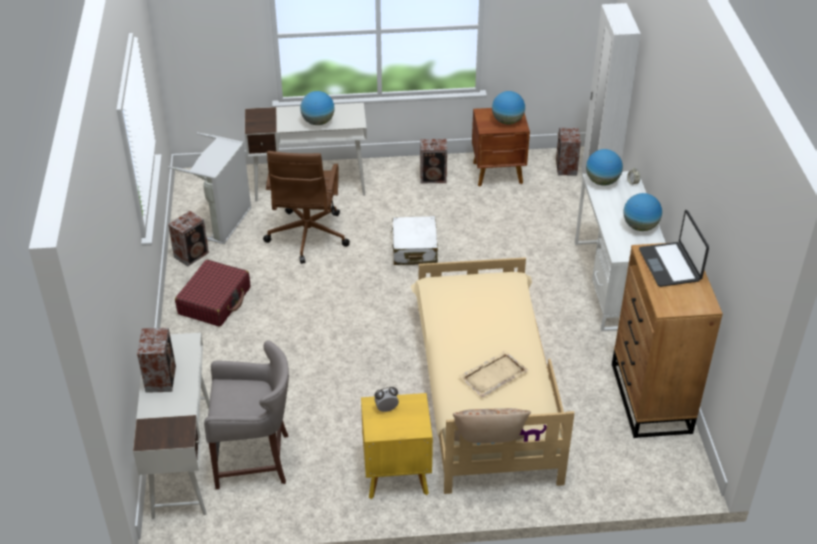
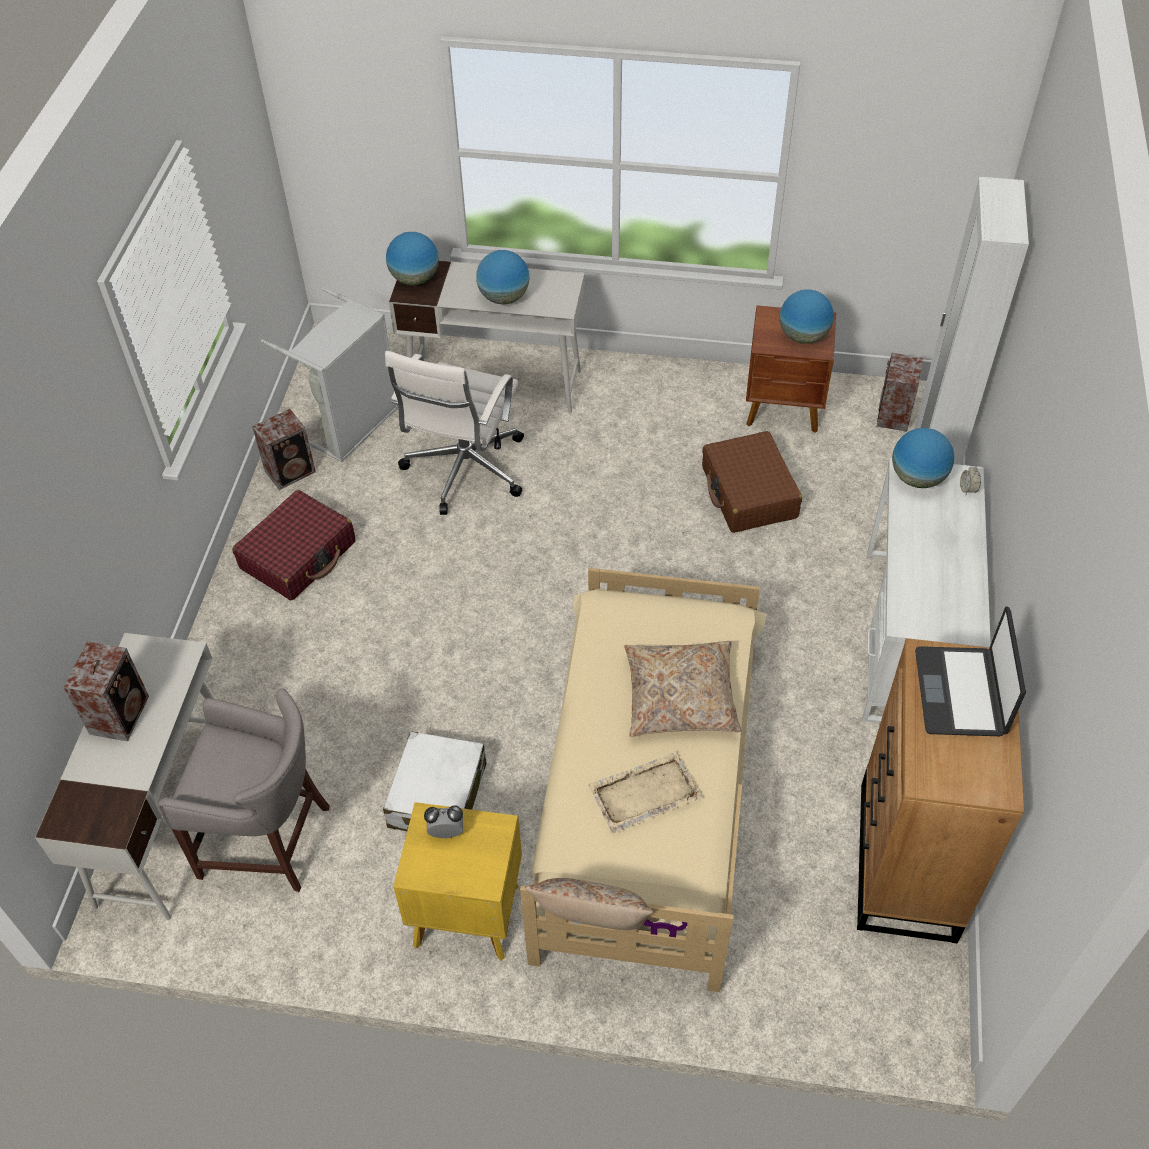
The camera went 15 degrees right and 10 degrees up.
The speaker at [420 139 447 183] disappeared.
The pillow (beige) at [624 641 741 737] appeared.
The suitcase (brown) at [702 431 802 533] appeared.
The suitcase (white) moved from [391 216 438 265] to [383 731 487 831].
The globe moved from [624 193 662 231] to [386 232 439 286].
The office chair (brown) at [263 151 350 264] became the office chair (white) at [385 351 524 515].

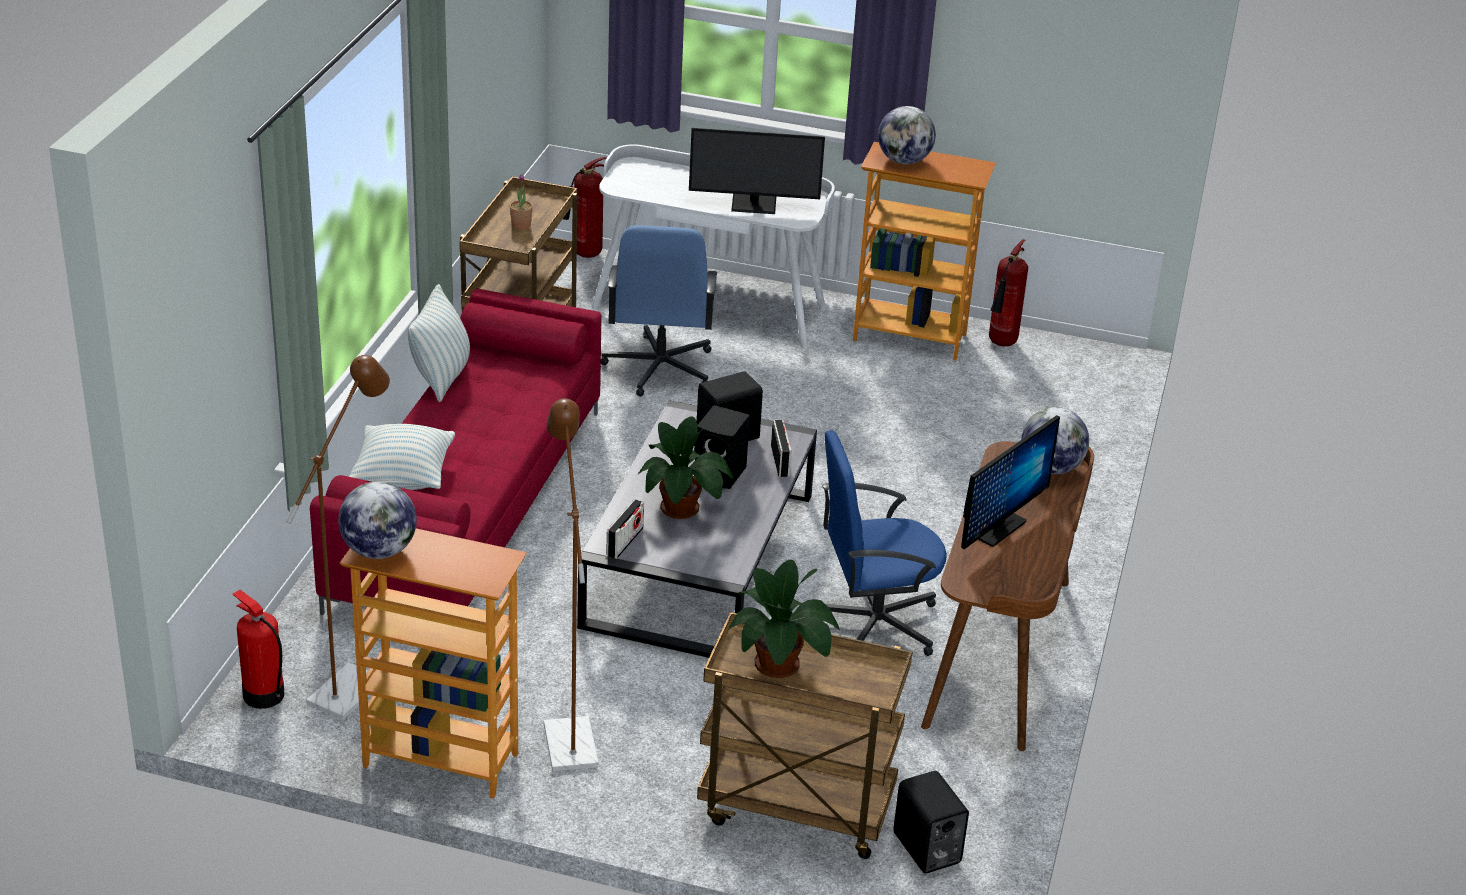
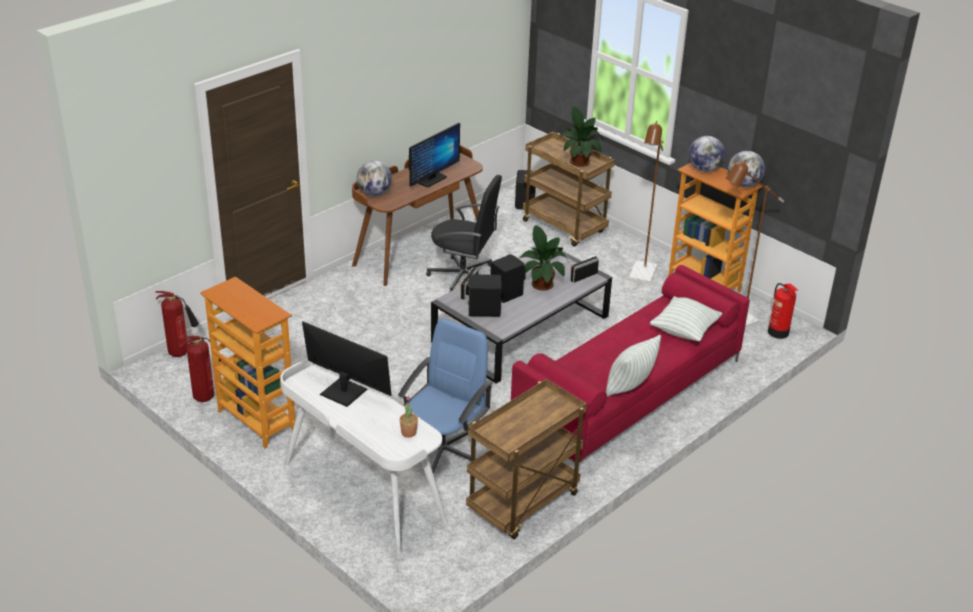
The camera went 150 degrees left and 0 degrees up.
The potted plant moved from [510 174 533 230] to [400 396 418 437].
The fire extinguisher moved from [563 157 606 258] to [155 291 199 357].
The globe moved from [878 106 936 164] to [689 136 725 172].
The office chair (blue) at [810 430 947 656] became the office chair (black) at [426 175 502 292].
The monitor at [961 415 1060 549] turned 150 degrees clockwise.

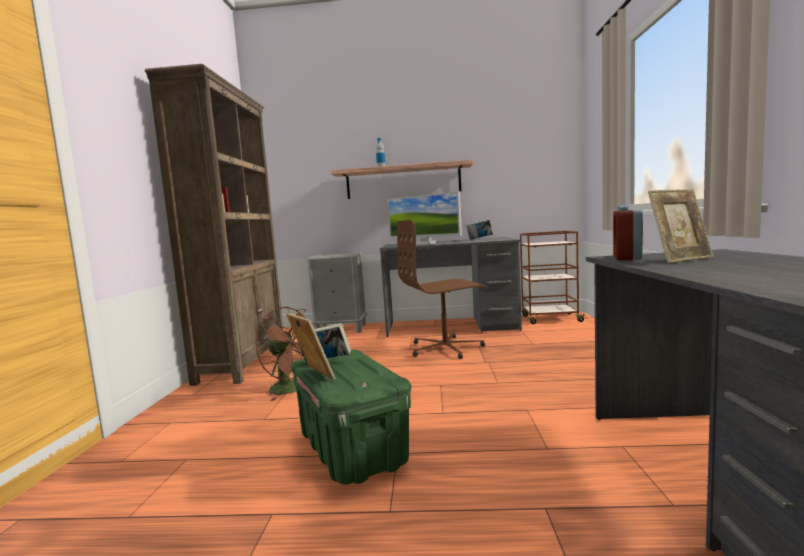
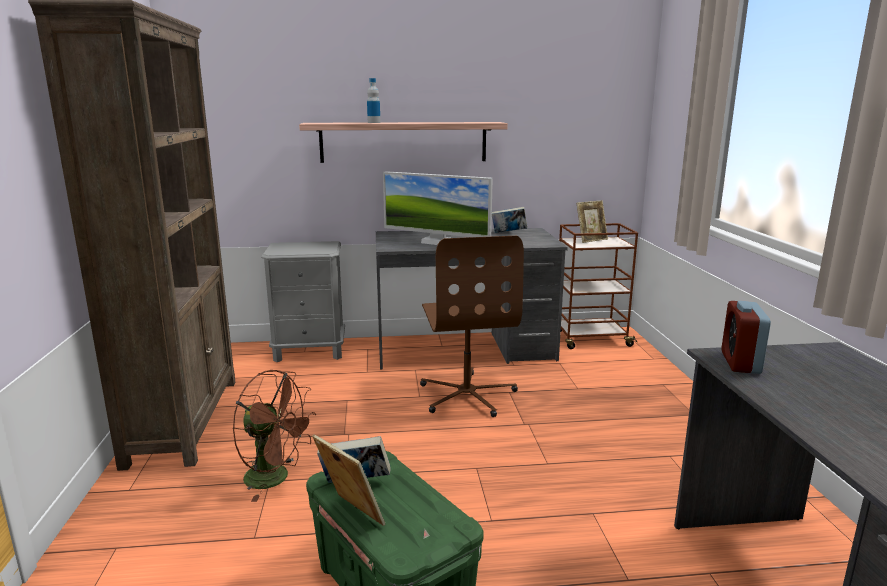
The camera went 10 degrees left and 10 degrees up.
The picture frame moved from [648 189 713 263] to [577 200 608 243].
The office chair (brown) at [397 220 487 359] turned 75 degrees counterclockwise.

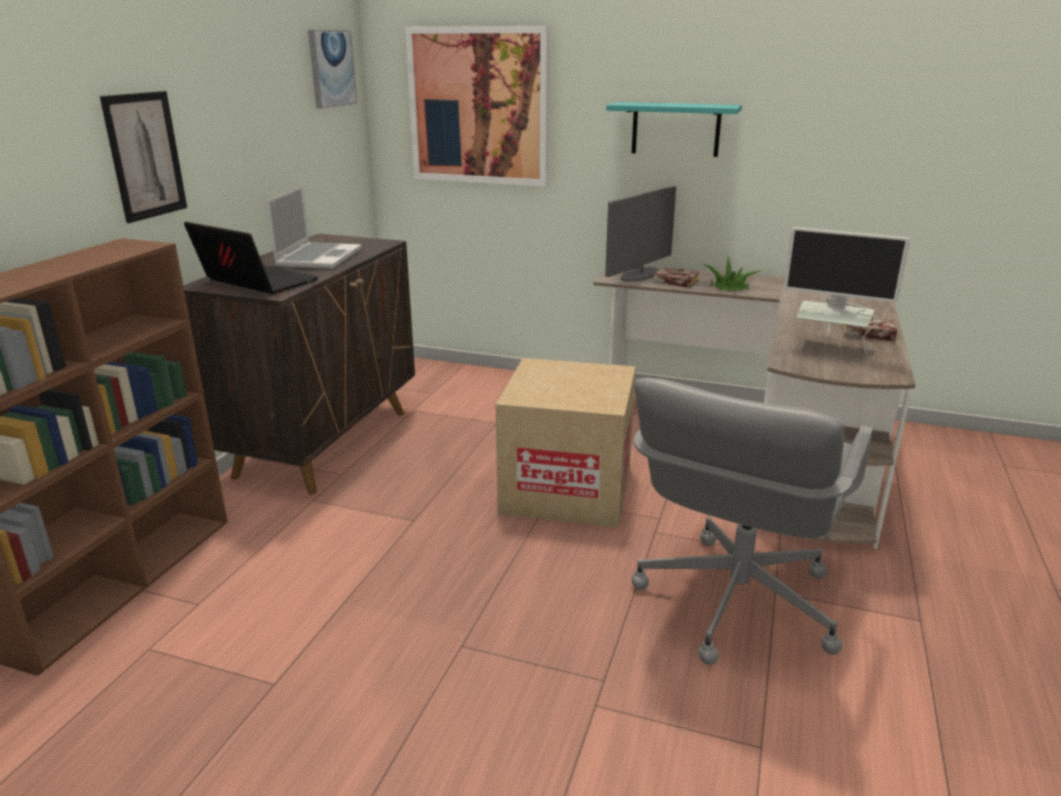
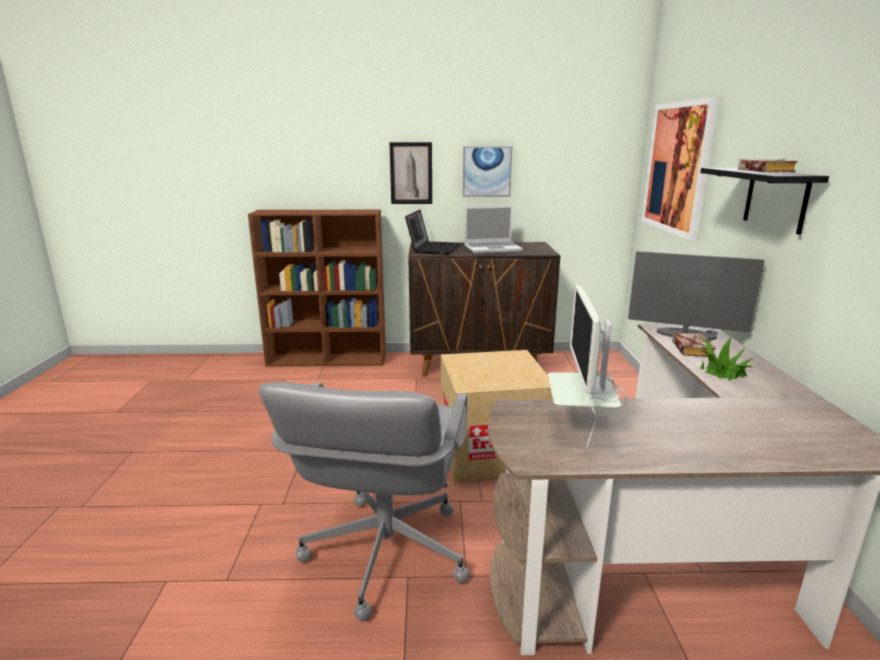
The camera went 70 degrees right and 5 degrees down.
The picture moved from [308 30 357 109] to [463 147 512 197].
The book moved from [842 318 897 341] to [738 159 797 172].
The shelf (turquoise) at [606 102 742 157] became the shelf (black) at [700 168 829 235].
The office chair (grey) at [632 378 874 665] turned 90 degrees counterclockwise.

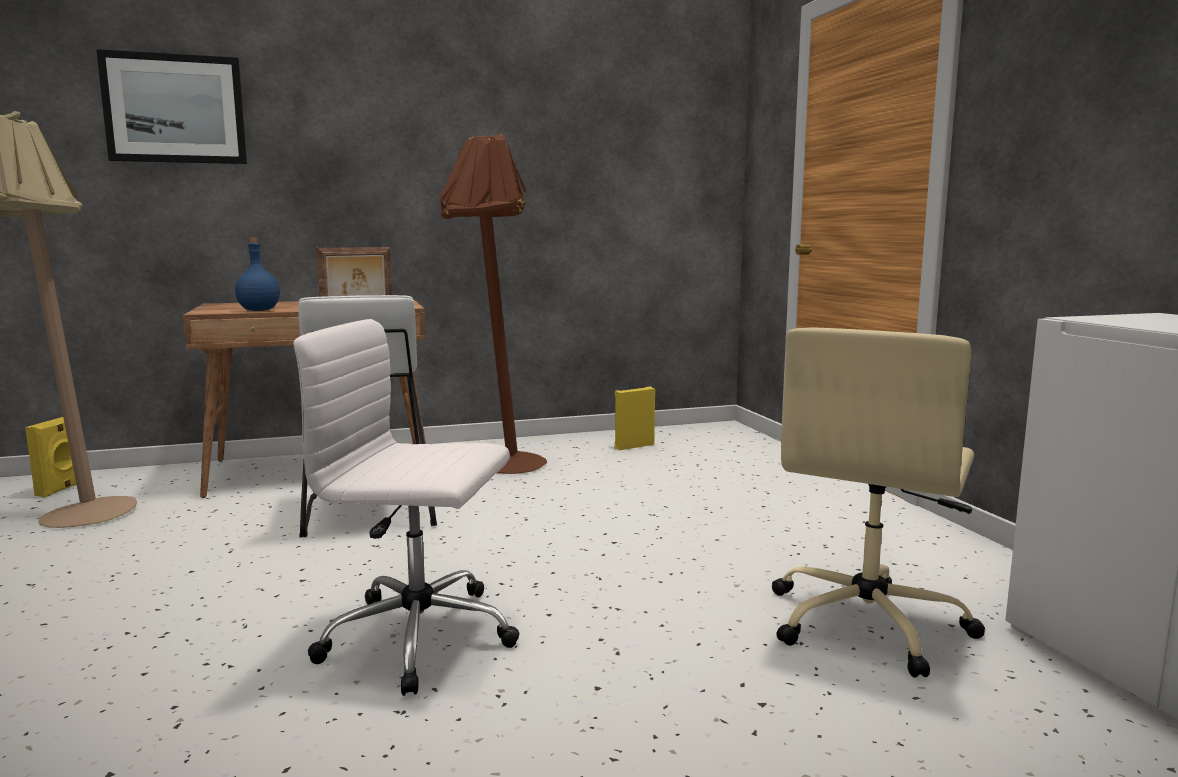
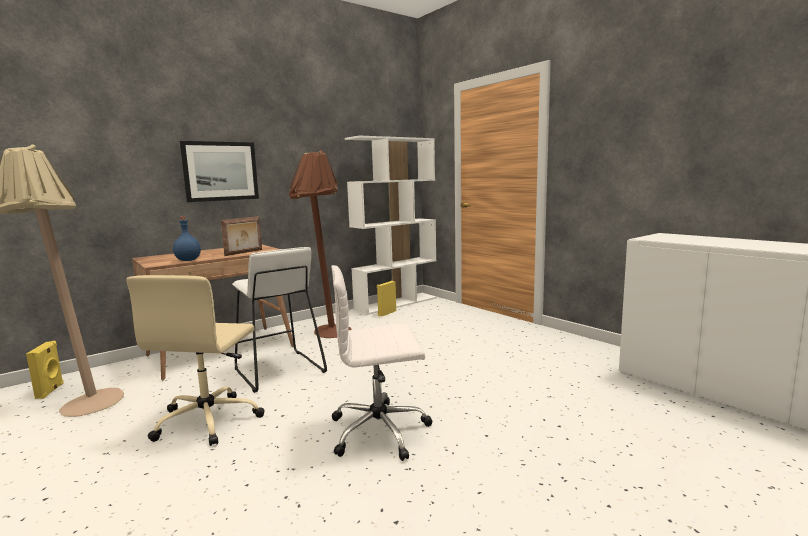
The camera went 20 degrees left and 0 degrees up.
The bookcase (white) at [345 135 437 315] appeared.
The picture moved from [96 49 247 164] to [180 141 259 202].
The office chair (beige) moved from [772 327 985 678] to [126 275 265 446].

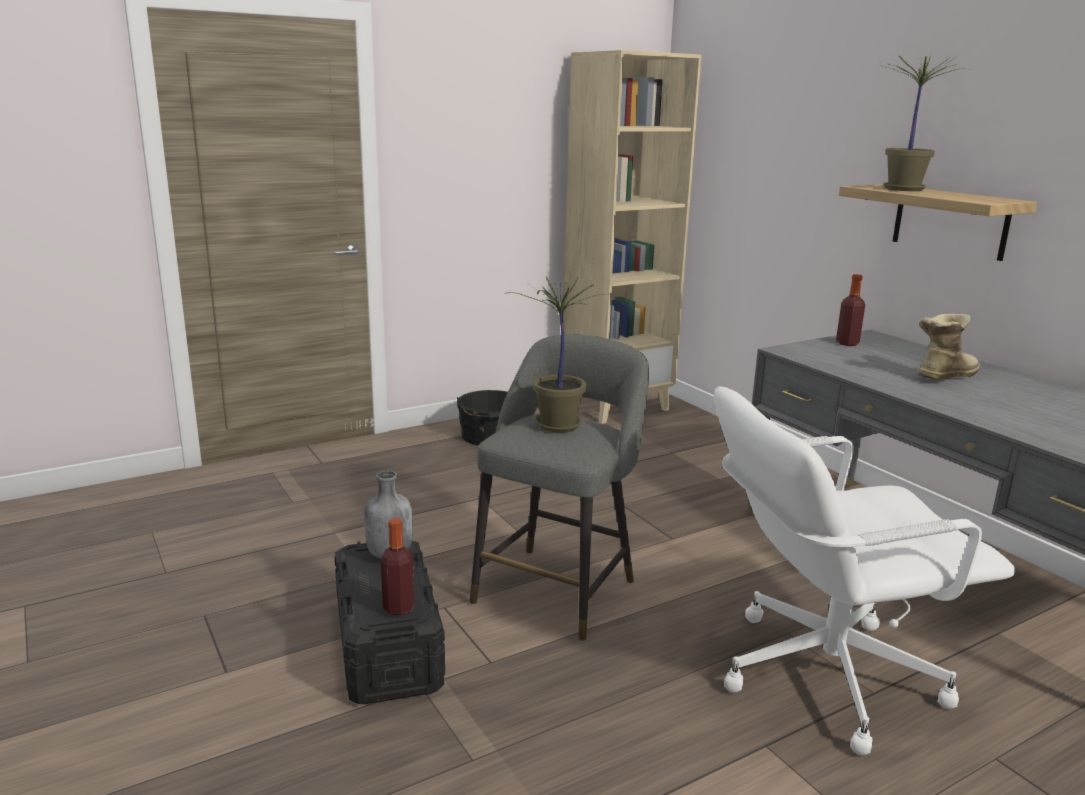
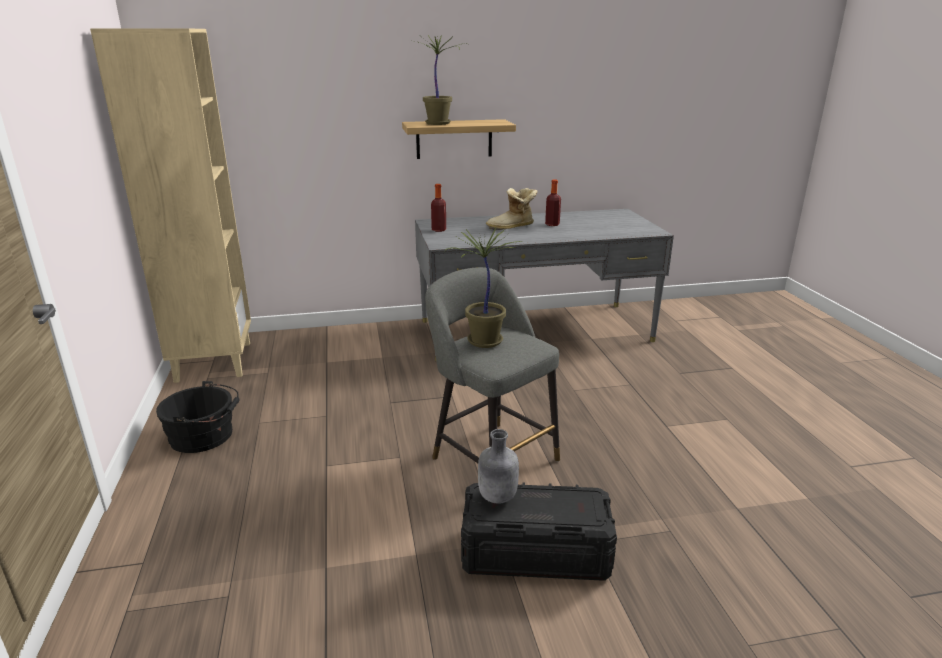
The camera went 70 degrees left and 5 degrees up.
The office chair (white) at [714 386 1015 755] disappeared.
The bottle moved from [381 518 414 615] to [545 179 561 226].
The boot at [918 314 981 380] turned 90 degrees counterclockwise.

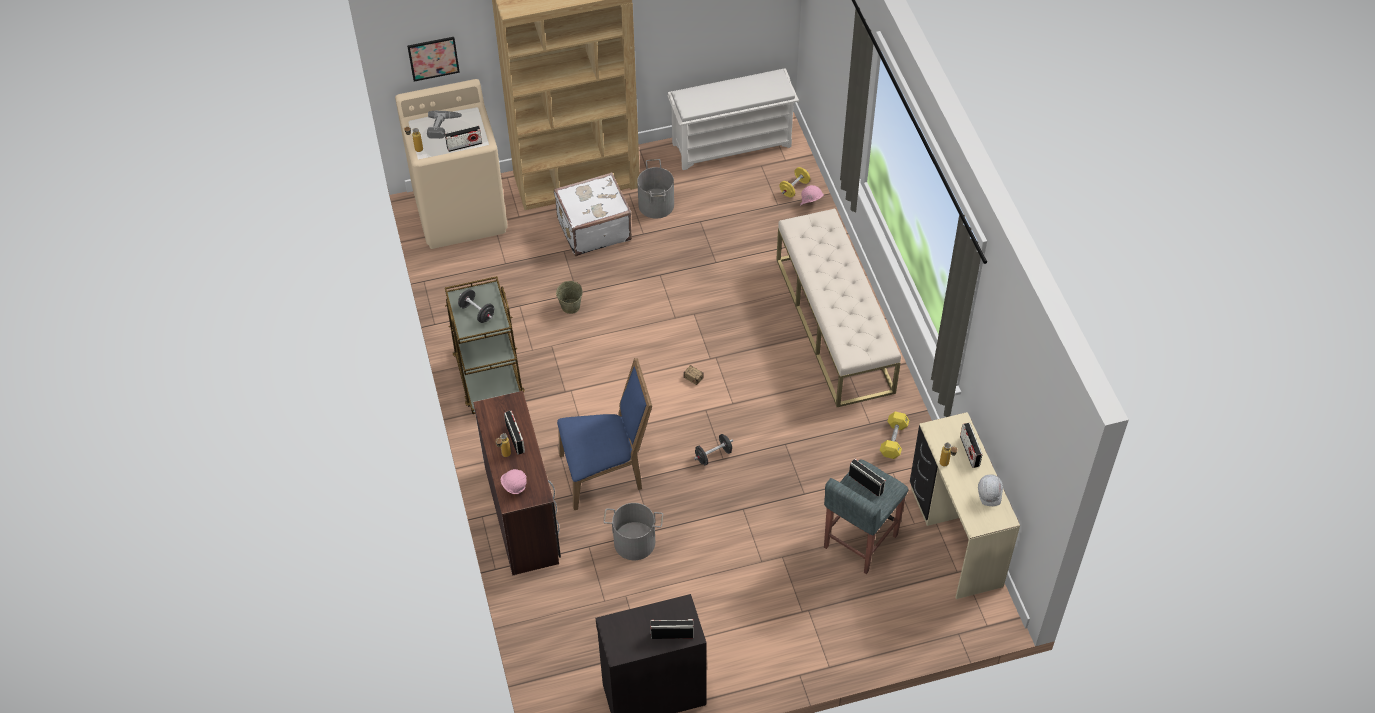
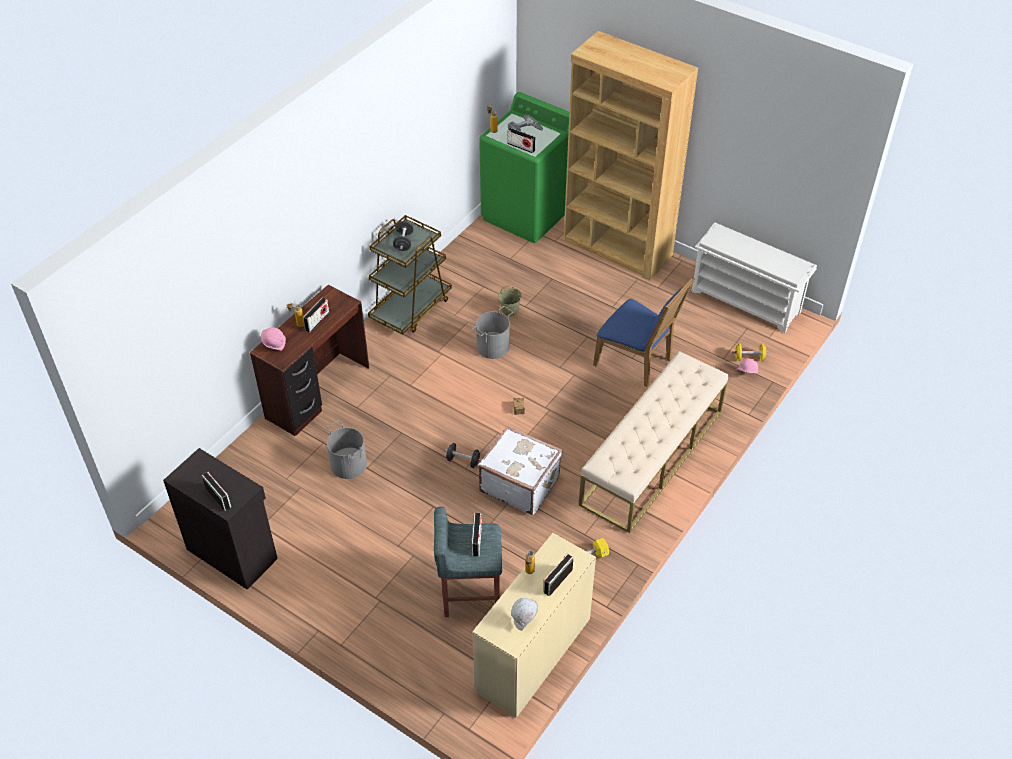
The camera went 50 degrees right and 5 degrees down.
The picture at [407 37 460 82] disappeared.
The suitcase (white) moved from [554 172 632 256] to [478 426 562 515].
The chair (blue) moved from [557 358 652 510] to [593 277 695 387].
The bucket (grey) moved from [637 159 674 219] to [472 306 513 359].
The washing machine (beige) at [395 79 508 249] became the washing machine (green) at [479 92 569 243].

